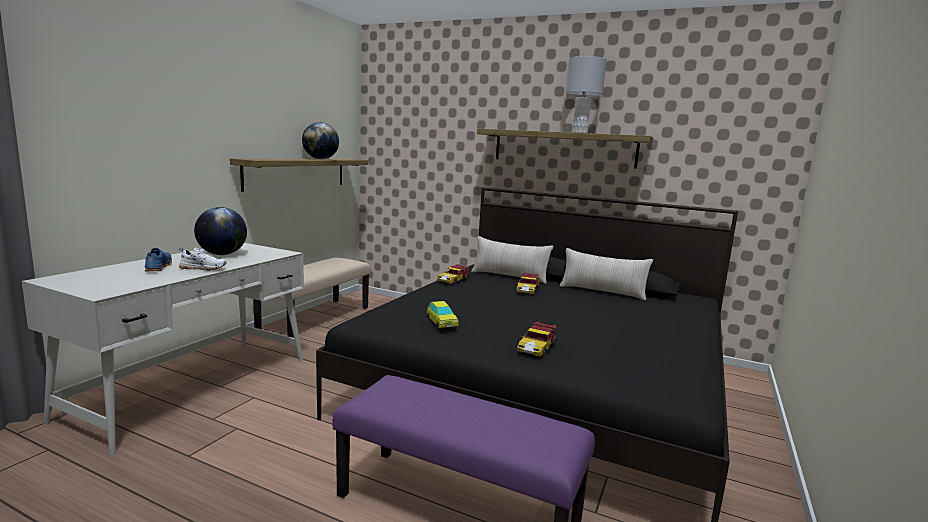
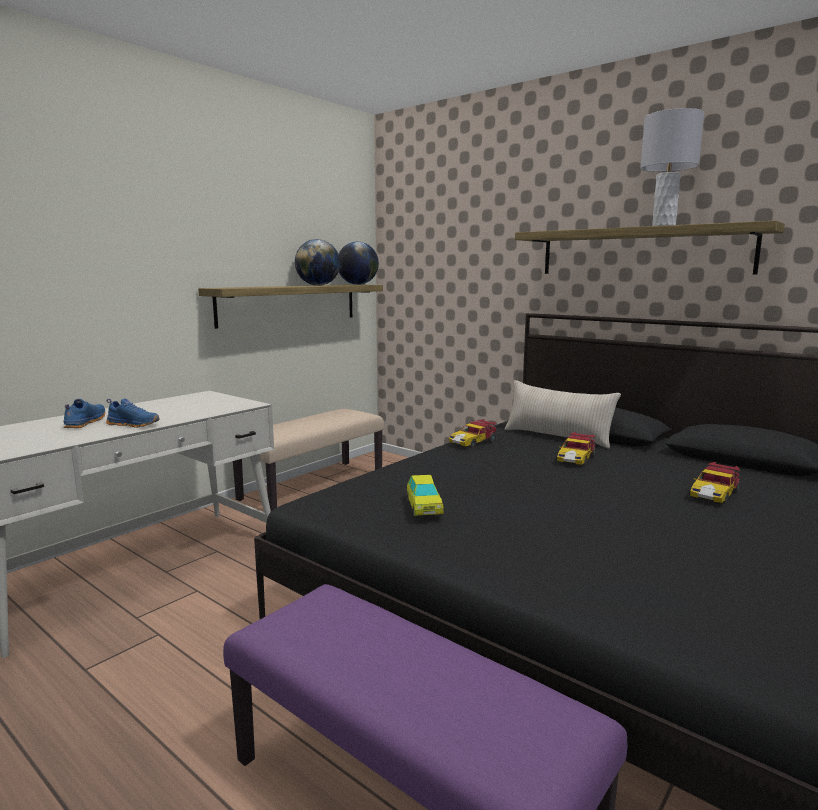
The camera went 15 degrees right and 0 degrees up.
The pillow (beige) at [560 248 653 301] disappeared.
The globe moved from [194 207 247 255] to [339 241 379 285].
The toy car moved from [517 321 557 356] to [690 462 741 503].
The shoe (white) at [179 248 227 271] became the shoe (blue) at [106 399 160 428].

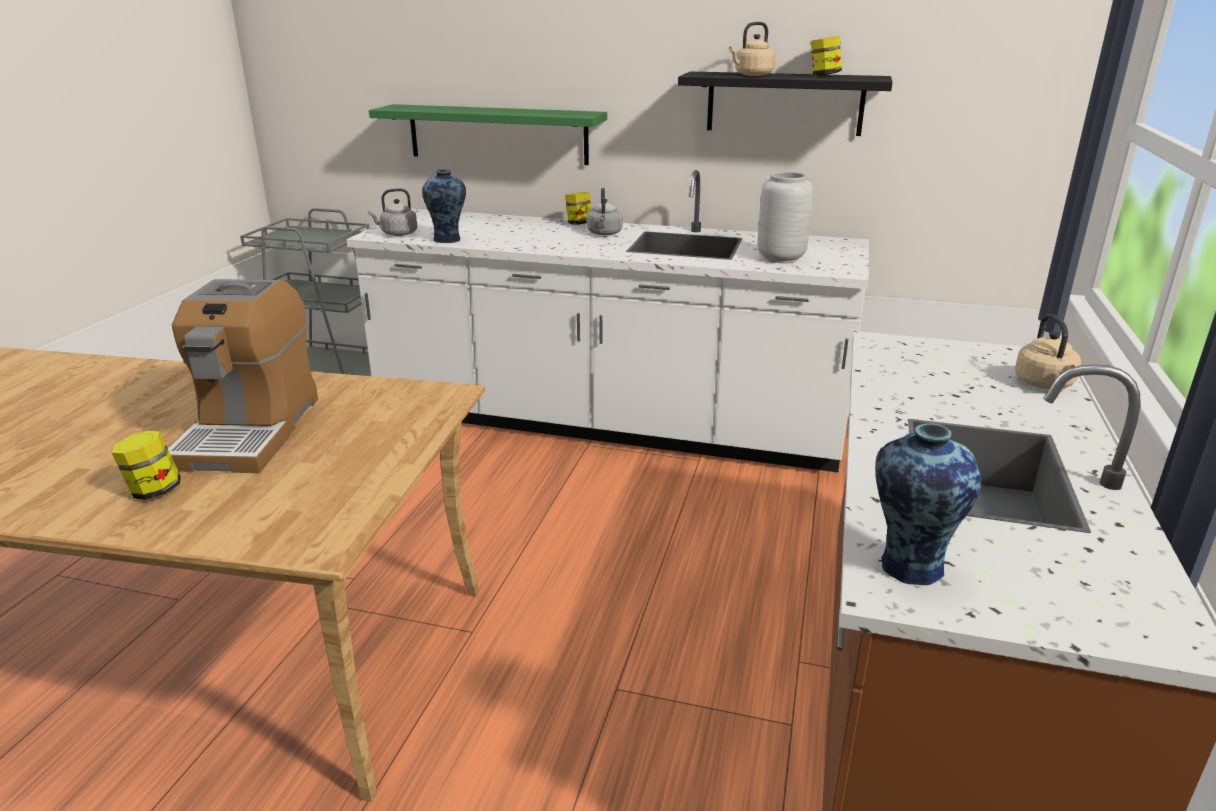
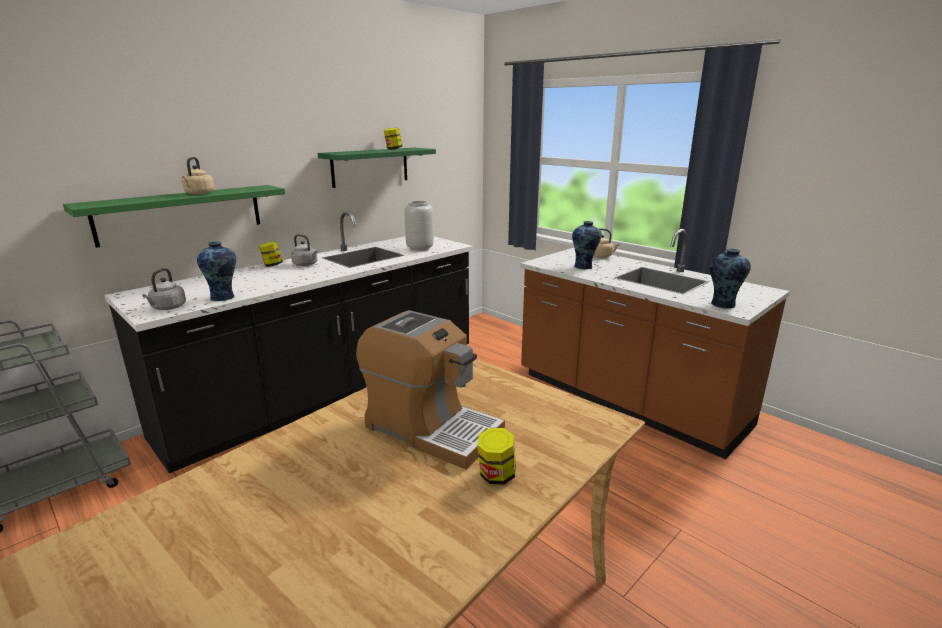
The camera went 60 degrees left and 5 degrees down.
The vase at [572 221 602 269] appeared.
The kettle (beige) moved from [729 22 776 76] to [182 157 214 195].
The counter (white) at [346 170 869 472] became the counter (black) at [104 212 473 473].
The shelf (black) at [678 71 893 136] became the shelf (green) at [318 148 436 188].

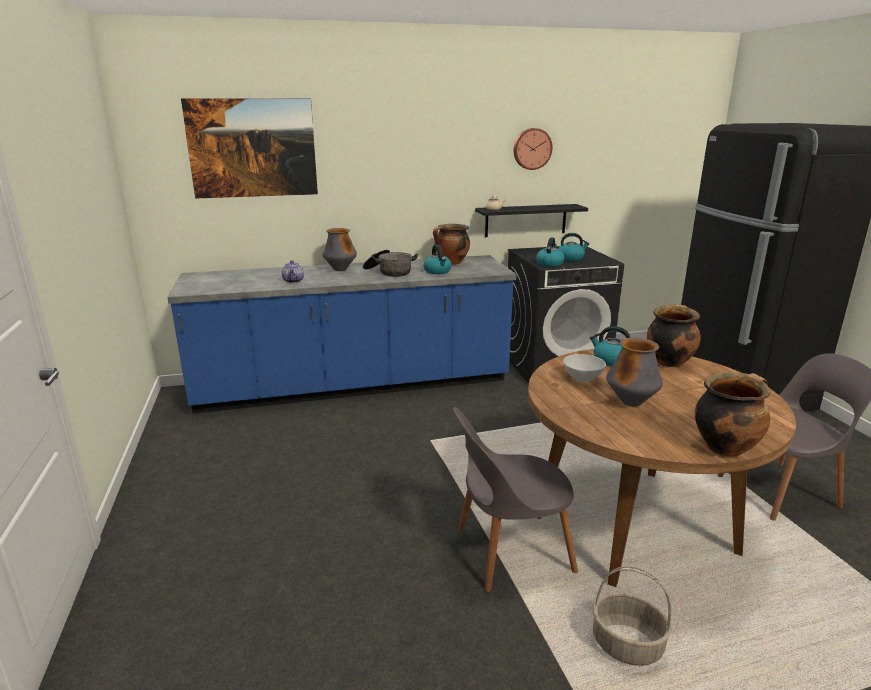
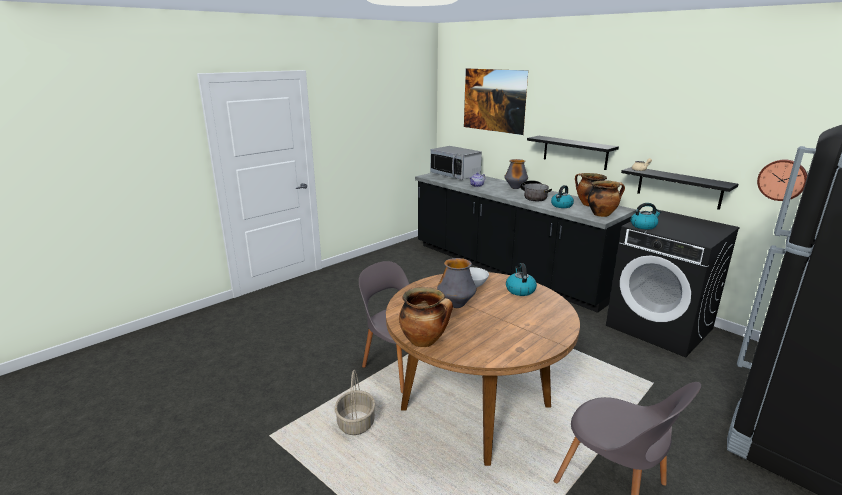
The camera went 60 degrees right and 0 degrees up.
The kettle at [558 233 589 261] disappeared.
The microwave at [430 146 482 180] appeared.
The shelf (black) at [527 136 619 170] appeared.
The wall clock moved from [514 128 552 170] to [757 160 808 201].
The cooking pot moved from [647 304 701 367] to [588 180 625 217].
The counter (blue) at [167 255 517 414] became the counter (black) at [415 173 636 313].

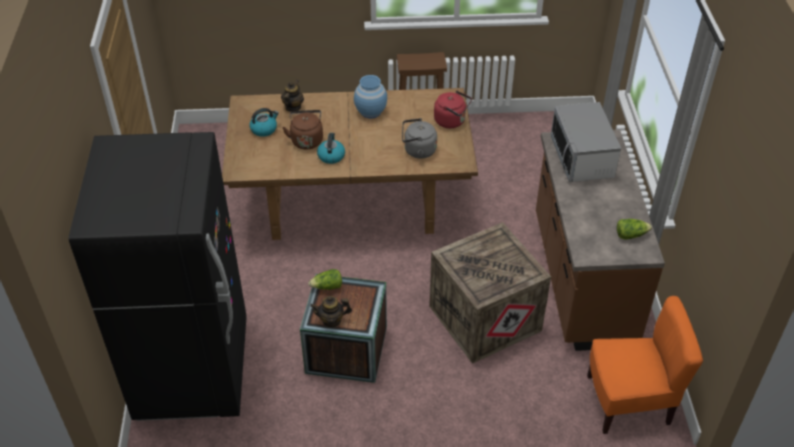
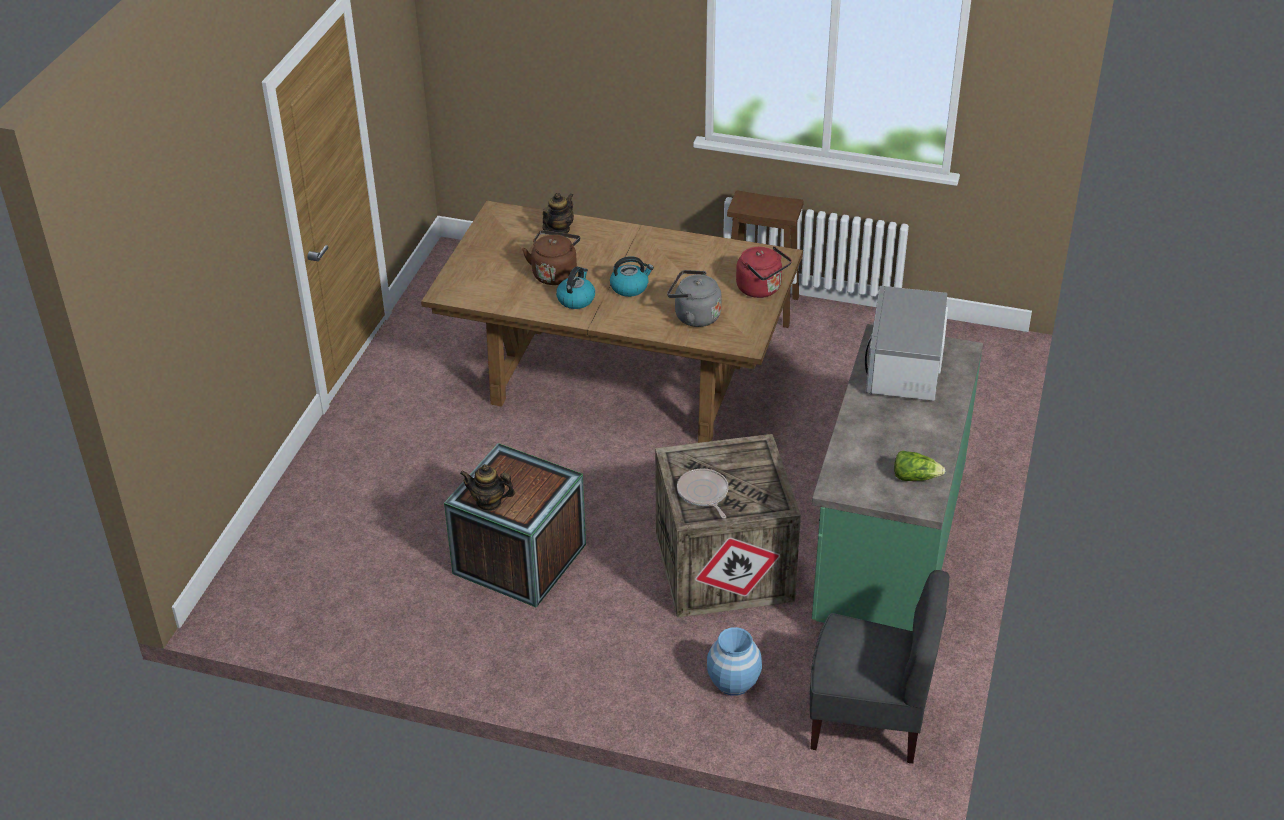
The camera went 20 degrees right and 5 degrees down.
The fridge (black) at [69 132 247 421] disappeared.
The lettuce at [308 269 342 290] disappeared.
The frying pan at [677 468 729 519] appeared.
The kettle moved from [249 108 279 137] to [610 256 654 297].
The vase (blue) moved from [354 75 387 118] to [707 627 762 696].
The counter (brown) at [536 130 665 351] became the counter (green) at [812 324 983 631].
The chair (orange) at [587 296 703 434] became the chair (grey) at [810 570 950 764].

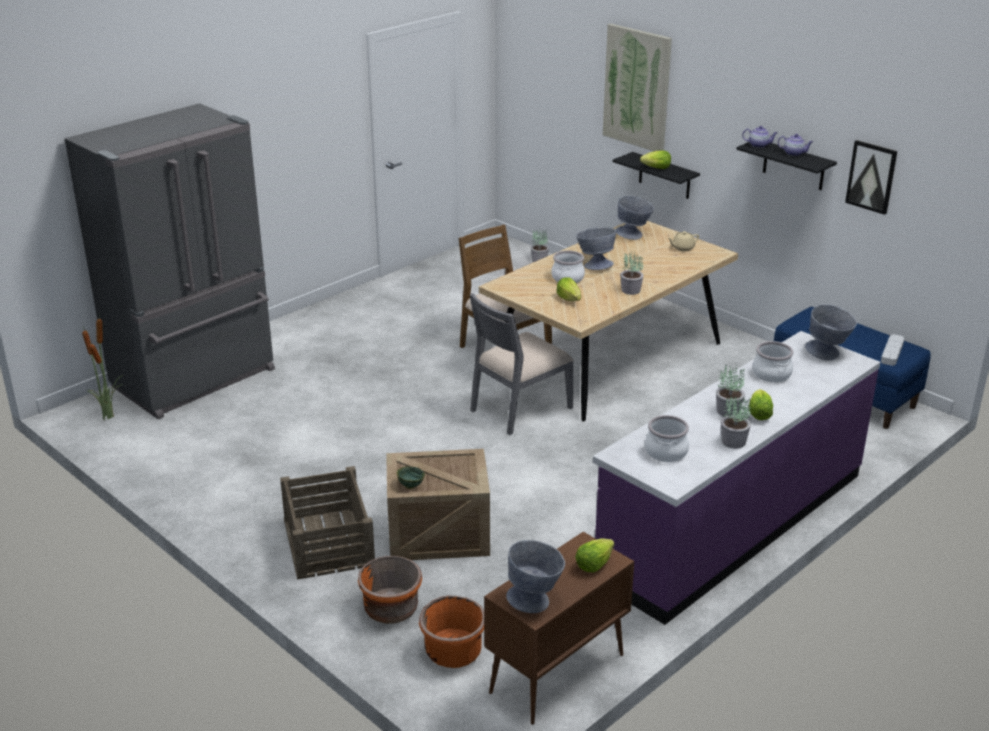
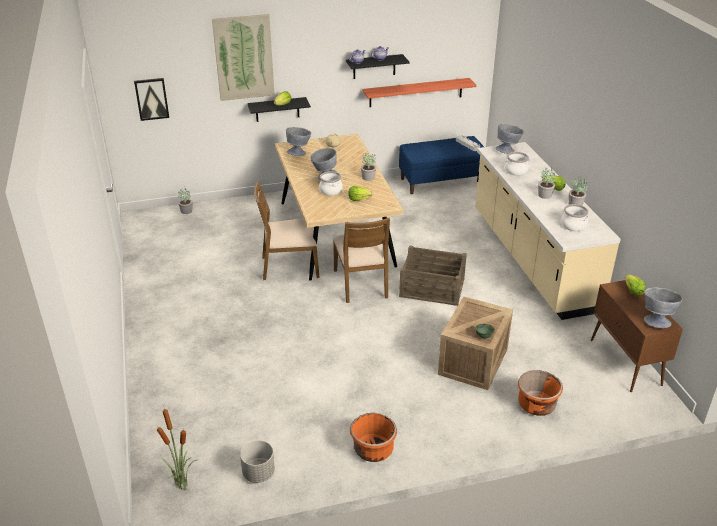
The camera went 60 degrees left and 5 degrees up.
The fridge (grey) at [64 103 275 420] disappeared.
The planter (grey) at [240 440 275 483] appeared.
The shelf at [362 78 477 107] appeared.
The crate moved from [280 466 375 580] to [399 245 467 306].
The planter (orange) moved from [419 596 484 668] to [350 413 397 462].
The picture moved from [845 140 897 215] to [134 78 169 121].
The chair (grey) at [470 293 574 435] became the chair (brown) at [333 218 390 303].
The counter (purple) at [593 331 880 625] became the counter (beige) at [475 142 621 320].

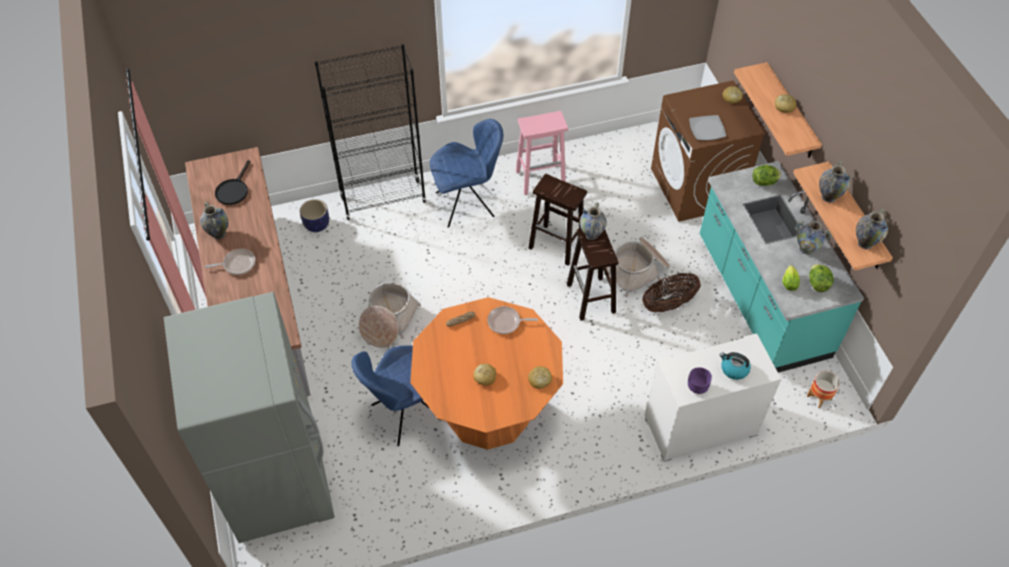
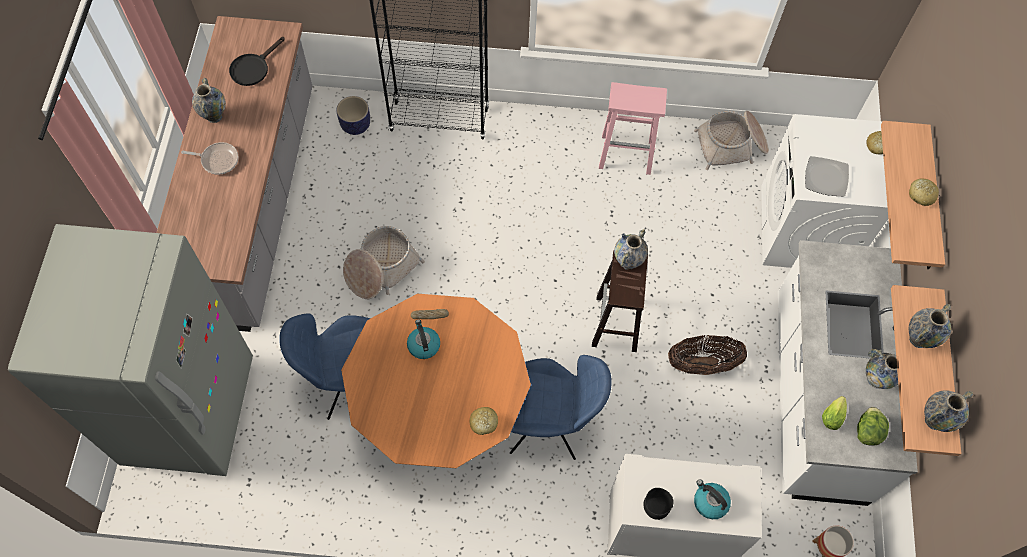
The camera went 20 degrees right and 10 degrees up.
The bread at [473 364 496 386] disappeared.
The frying pan at [487 306 538 334] disappeared.
The stool (brown) at [529 174 587 266] disappeared.
The lettuce at [752 165 781 186] disappeared.
The kettle at [407 319 440 359] appeared.
The chair (blue) moved from [430 119 503 228] to [510 355 612 460].
The basket moved from [606 237 670 297] to [694 111 769 170].
The washing machine (brown) at [651 80 767 222] became the washing machine (white) at [761 114 888 268].
The bowl (purple) at [688 367 712 394] became the bowl (black) at [643 488 673 520].
The counter (turquoise) at [700 161 864 373] became the counter (white) at [778 240 918 506].

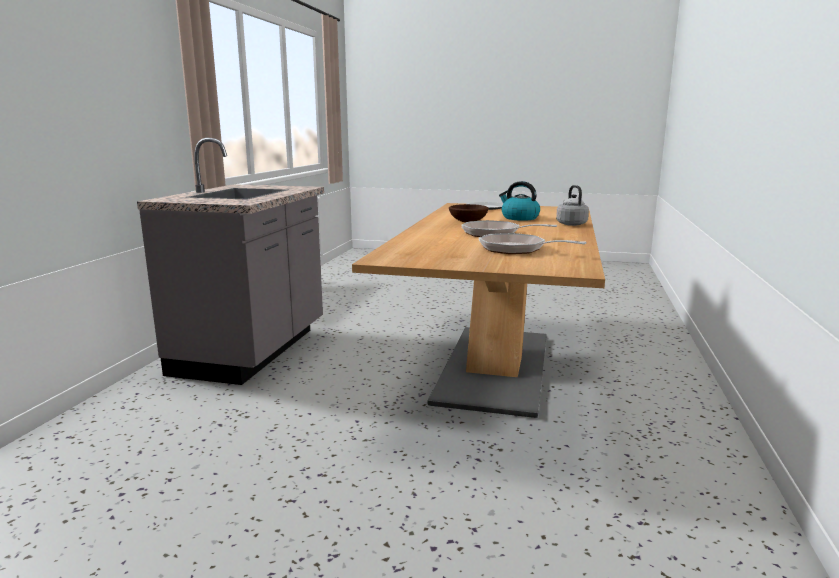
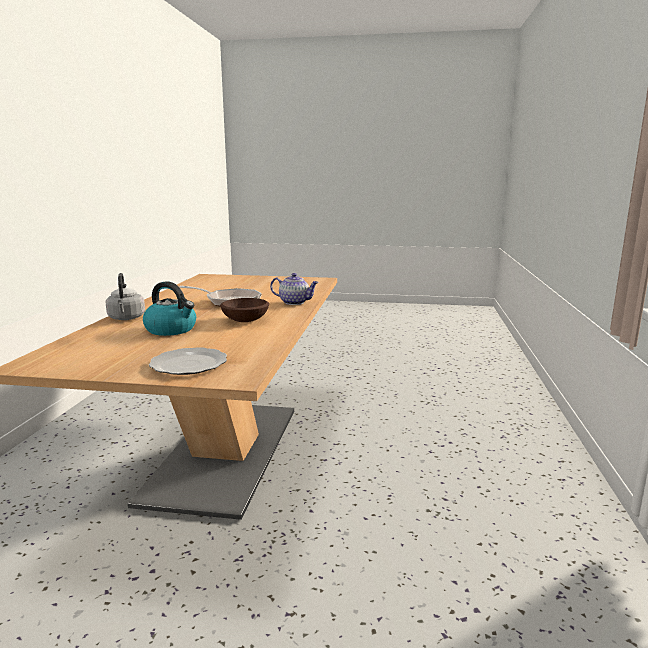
The camera went 175 degrees right and 0 degrees up.
The counter (grey) at [137 138 324 385] disappeared.
The frying pan at [479 233 587 254] disappeared.
The teapot at [270 273 319 305] appeared.

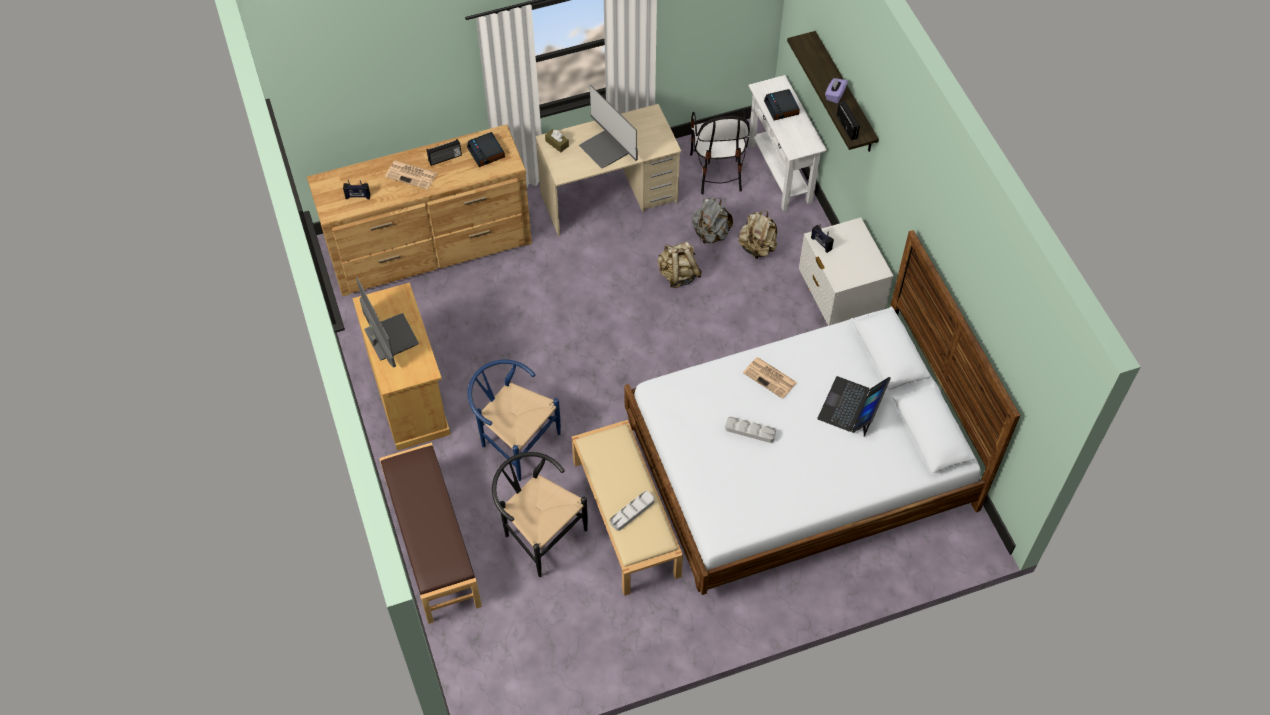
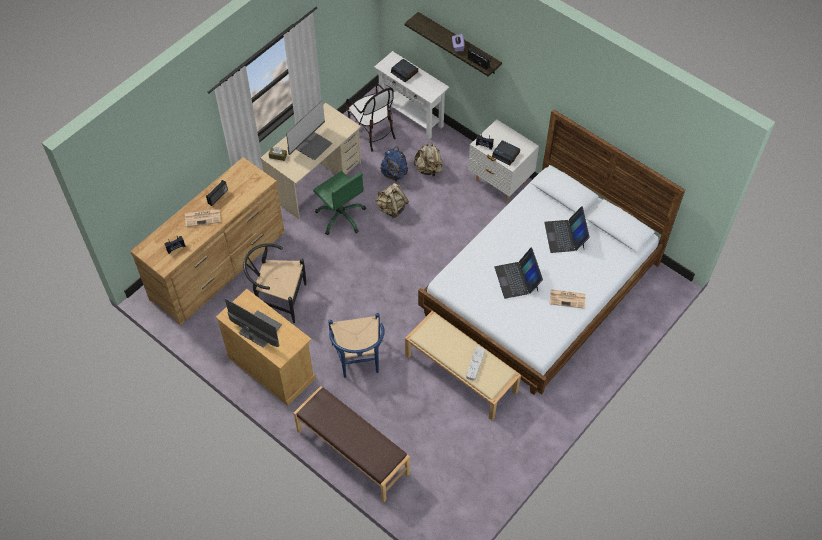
The camera went 30 degrees left and 0 degrees up.
The office chair (green) at [313 171 366 235] appeared.
The alarm clock moved from [467 132 505 167] to [492 140 520 165].
The chair (black) moved from [492 452 588 577] to [243 243 306 323].
The newspaper moved from [743 357 797 399] to [550 289 586 309].
The tray (grey) at [725 417 776 443] was replaced by the laptop at [494 248 543 299].
The backpack (grey) at [692 198 733 244] became the backpack (blue) at [381 147 408 182].
The chair (blue) at [468 360 561 481] turned 105 degrees counterclockwise.
The monitor at [579 85 638 168] turned 75 degrees counterclockwise.

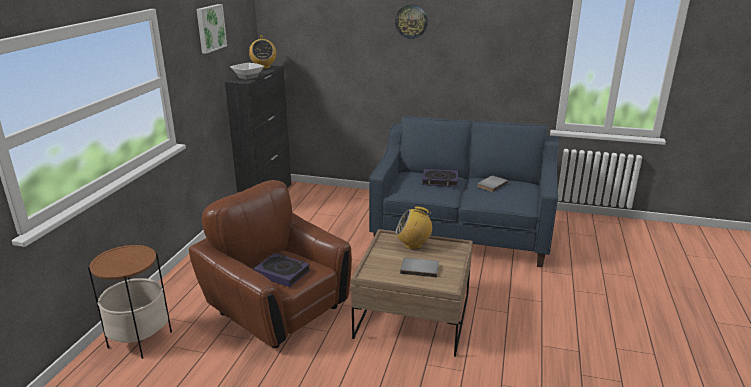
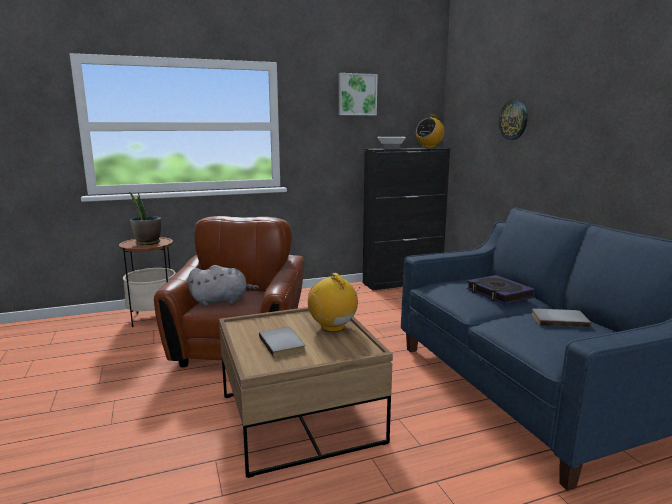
The camera went 55 degrees right and 10 degrees down.
The potted plant at [129 192 161 245] appeared.
The wall clock moved from [395 4 428 39] to [499 100 528 140].
The book at [253 253 310 287] was replaced by the plush toy (grey) at [188 265 259 306].

